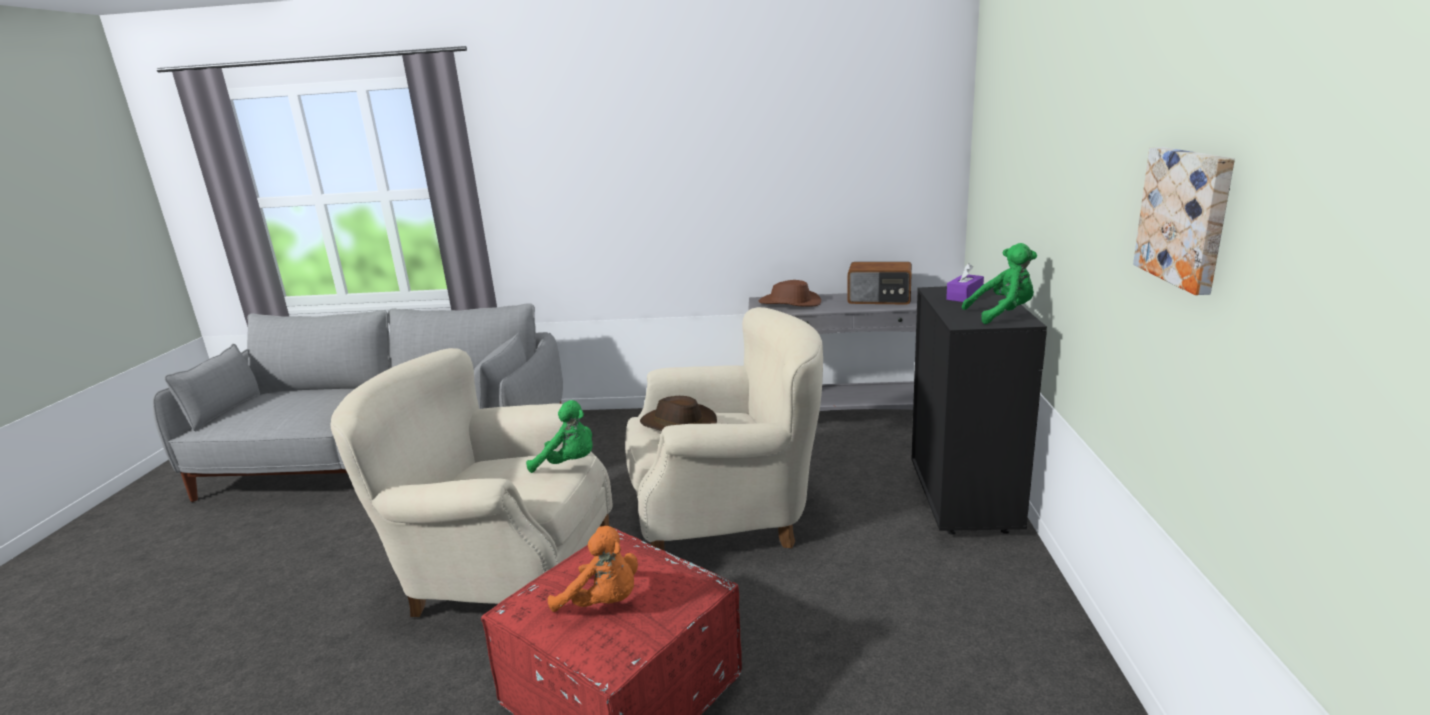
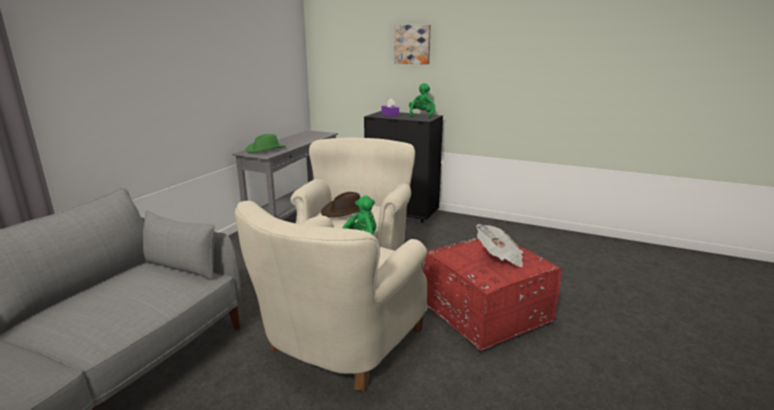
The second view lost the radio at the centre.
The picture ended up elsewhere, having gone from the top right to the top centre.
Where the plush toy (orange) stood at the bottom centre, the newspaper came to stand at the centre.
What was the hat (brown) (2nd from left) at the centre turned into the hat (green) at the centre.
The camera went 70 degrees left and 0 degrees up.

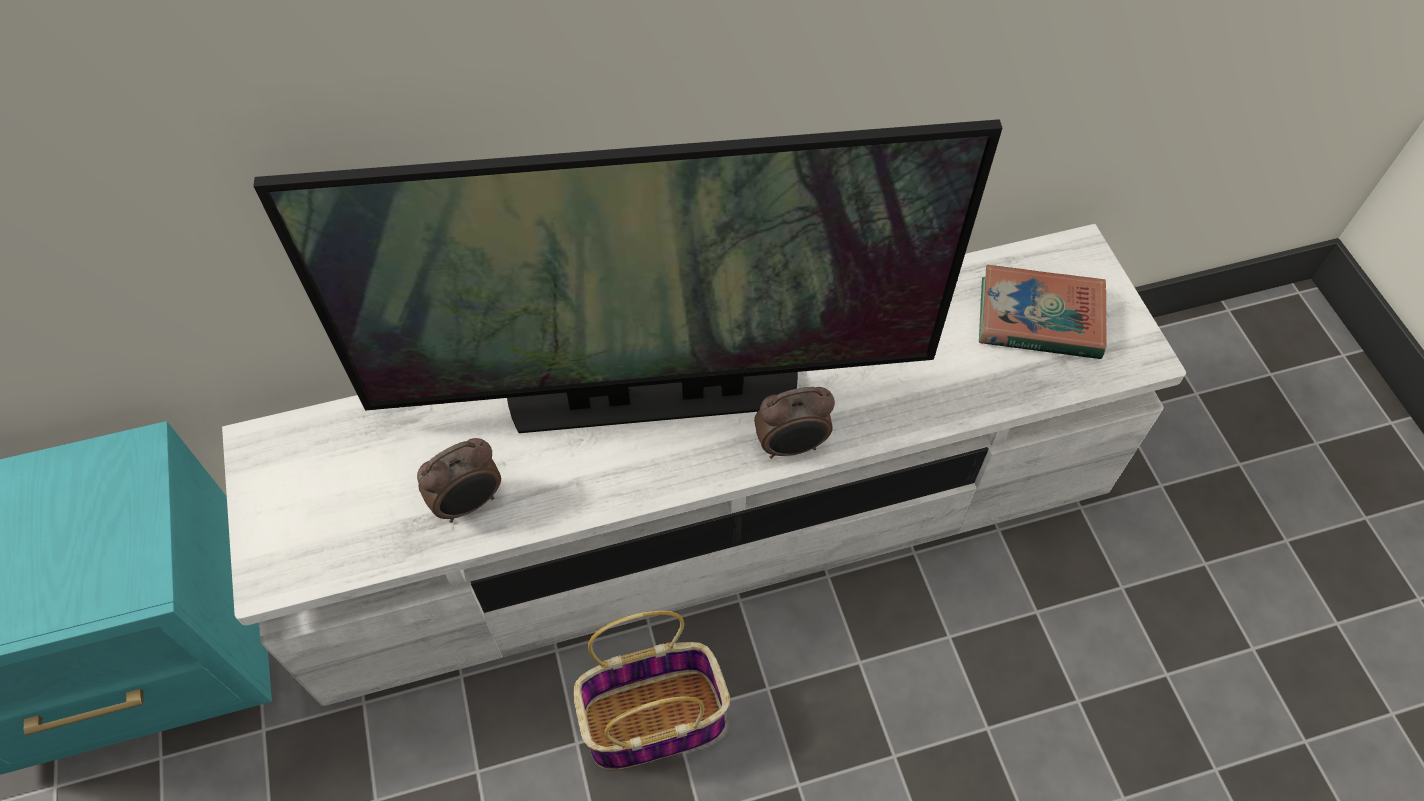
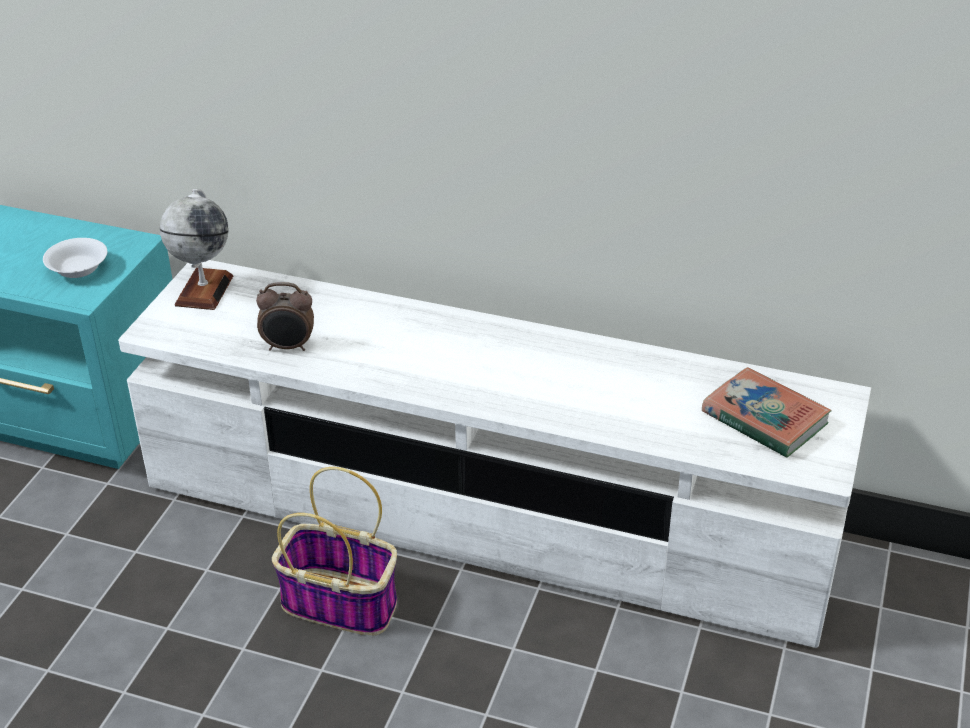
The second view lost the television at the centre.
The second view lost the alarm clock (2nd from left) at the centre.
The second view gained the bowl (white) at the middle left.
The second view gained the globe at the middle left.
The camera went 35 degrees right and 20 degrees down.

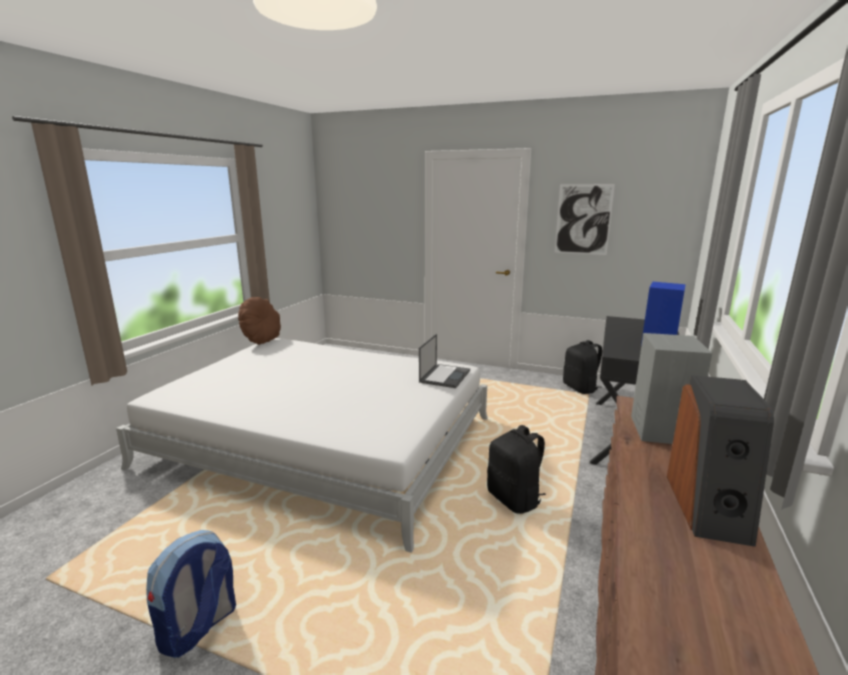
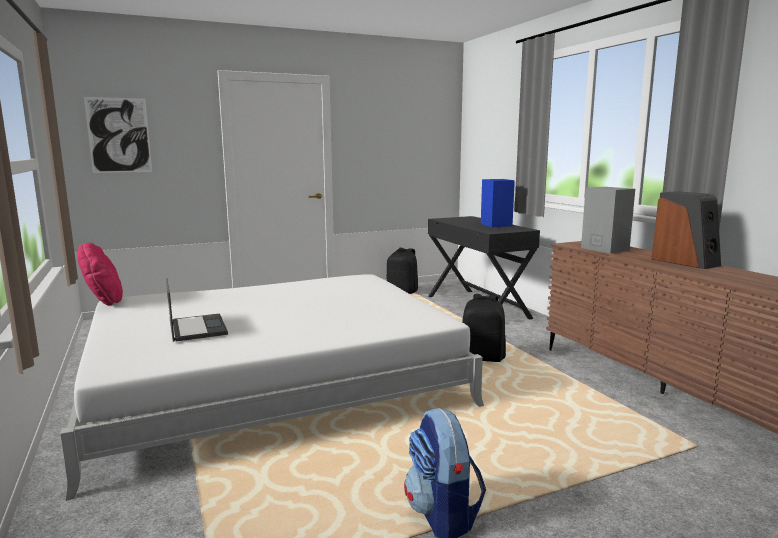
The laptop ended up elsewhere, having gone from the centre to the middle left.
The picture ended up elsewhere, having gone from the top right to the top left.
What was the pillow (brown) at the middle left turned into the pillow (pink) at the middle left.
The camera went 45 degrees left and 5 degrees down.

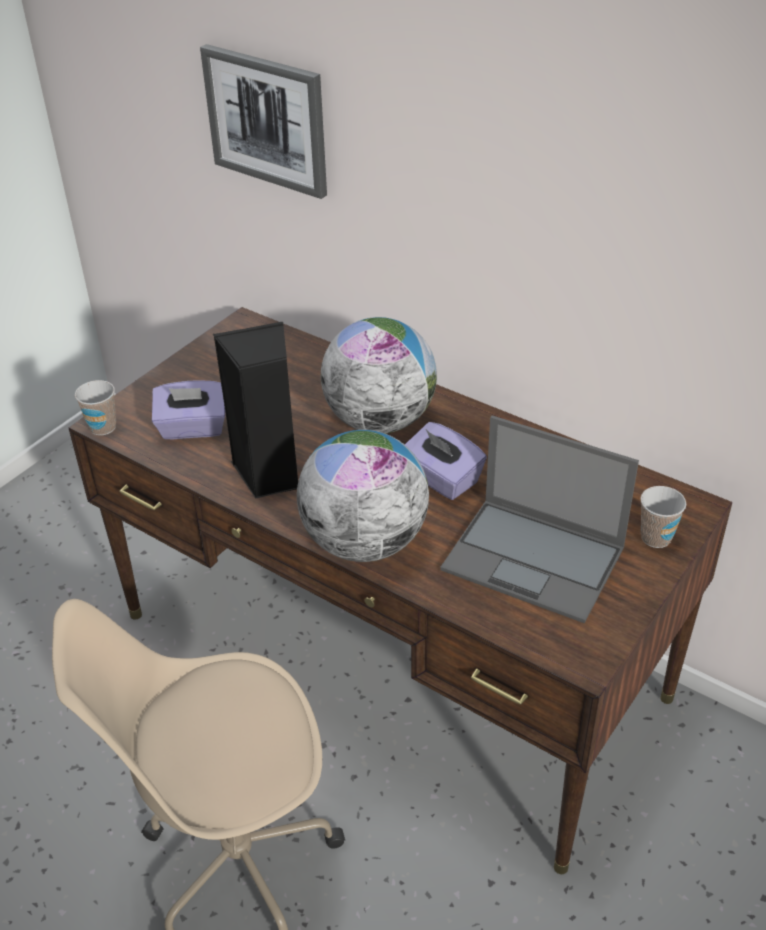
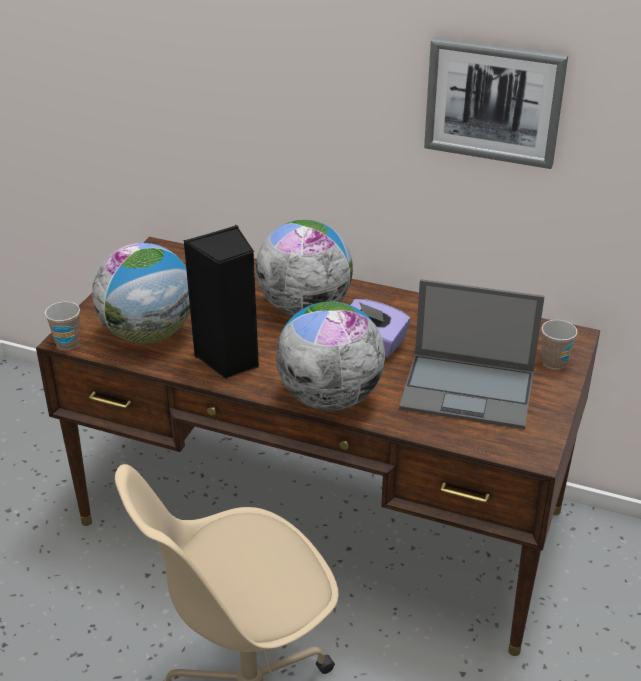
The picture ended up elsewhere, having gone from the top centre to the top right.
Where the tissue box (purple) (1st from left) stood at the middle left, the globe (1st from left) came to stand at the middle left.
The camera went 15 degrees left and 5 degrees down.

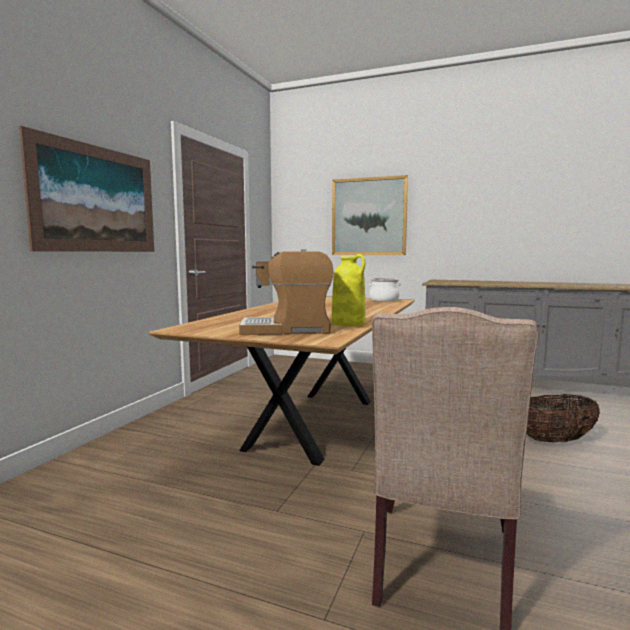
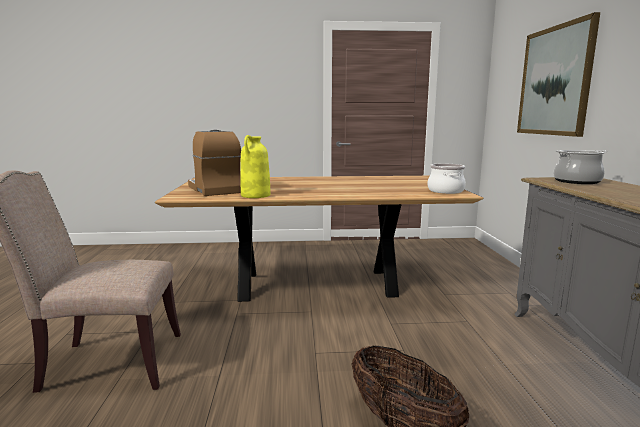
The second view lost the picture (1st from left) at the top left.
The second view gained the cooking pot (2nd from left) at the middle right.
The camera went 65 degrees right and 5 degrees up.

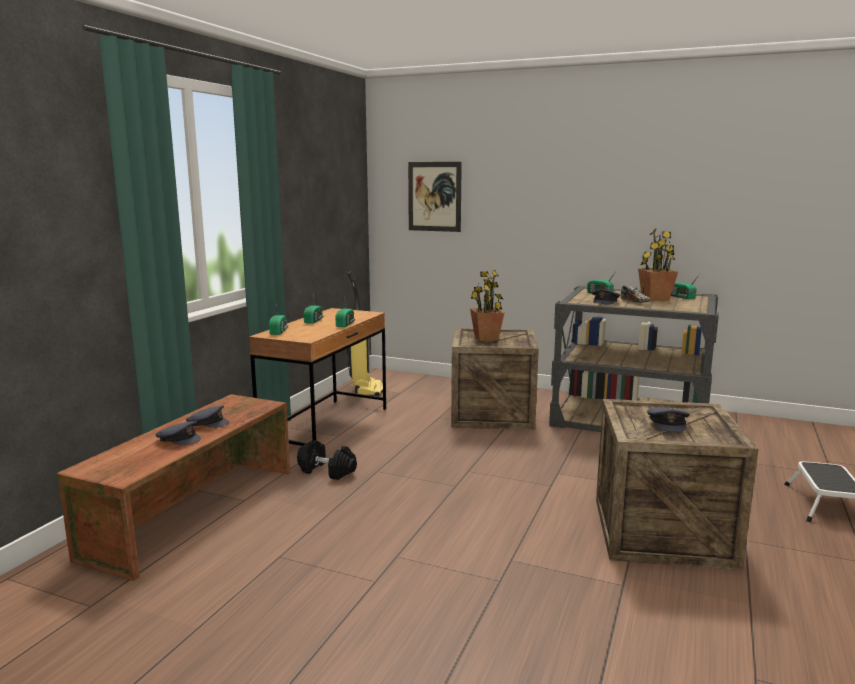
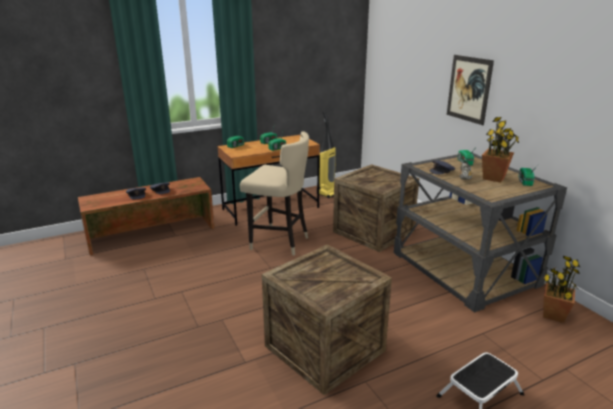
The second view lost the dumbbell (black) at the bottom centre.
The second view lost the cap (grey) (4th from left) at the middle right.
The second view gained the stool (beige) at the centre.
The picture ended up elsewhere, having gone from the top centre to the top right.
The potted plant (1st from left in the first image) ended up elsewhere, having gone from the centre to the bottom right.
The camera went 40 degrees right and 10 degrees up.

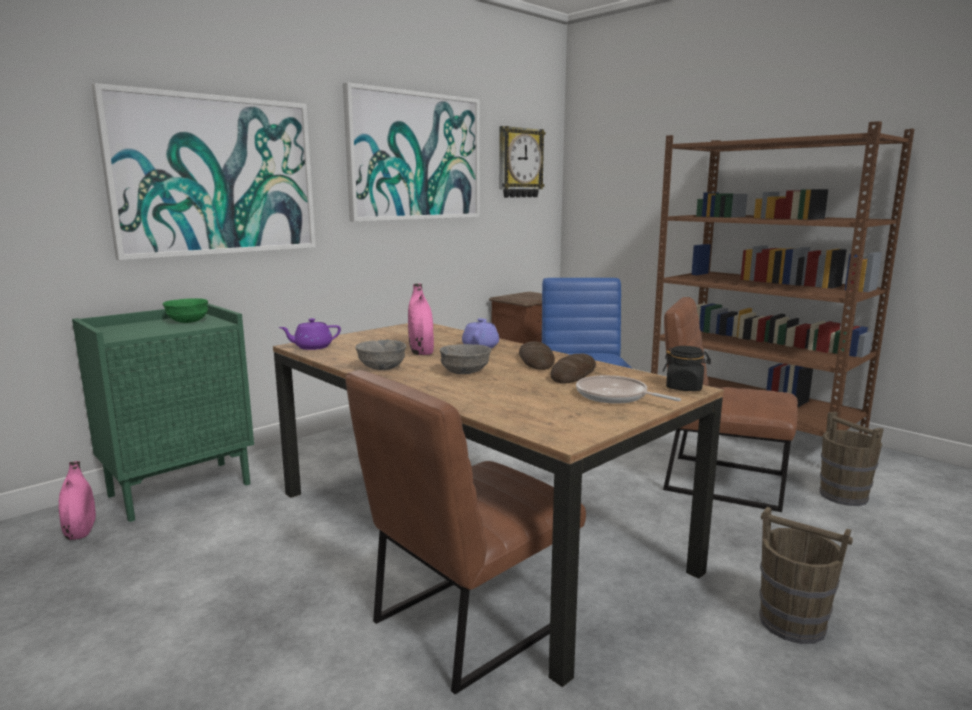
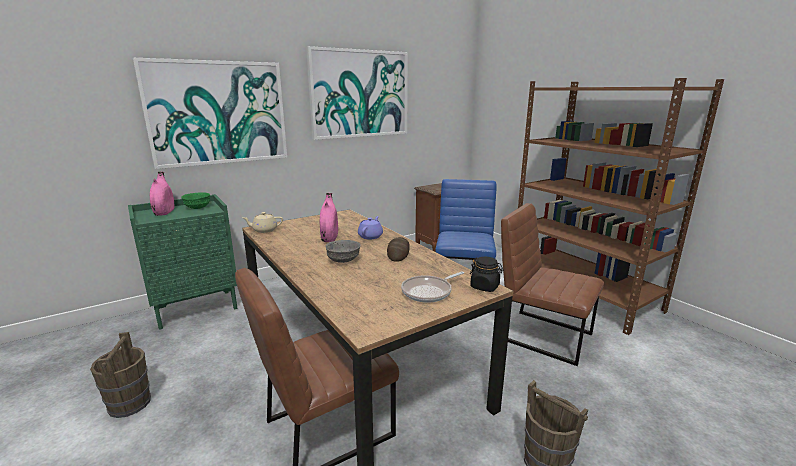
The second view lost the bowl (grey) (1st from left) at the centre.
The second view lost the wall clock at the top centre.
The second view lost the bread (2nd from left) at the centre.
The vase (pink) (1st from left) ended up elsewhere, having gone from the bottom left to the middle left.
The bucket (brown) (2nd from left in the first image) ended up elsewhere, having gone from the middle right to the bottom left.
What was the teapot (purple) (1st from left) at the middle left turned into the teapot (beige) at the middle left.
The frying pan at the centre ended up facing another way, 90 degrees counterclockwise from before.
The camera went 10 degrees right and 5 degrees up.

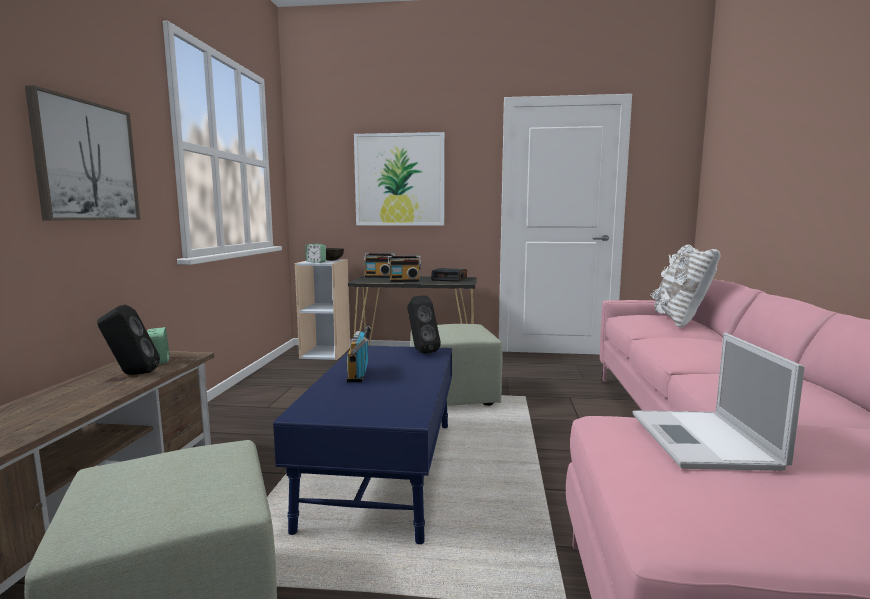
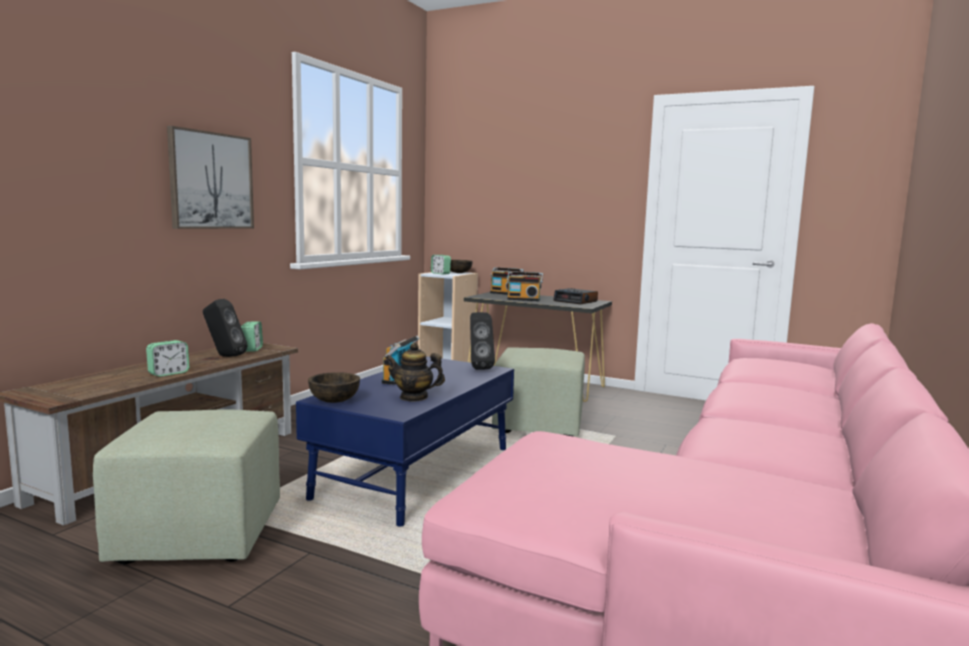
The second view lost the picture (2nd from left) at the top centre.
The second view lost the laptop at the bottom right.
The second view lost the pillow (white) at the middle right.
The second view gained the alarm clock (1st from left) at the middle left.
The second view gained the bowl (brown) (1st from left) at the centre.
The second view gained the teapot at the centre.
The camera went 20 degrees right and 0 degrees up.

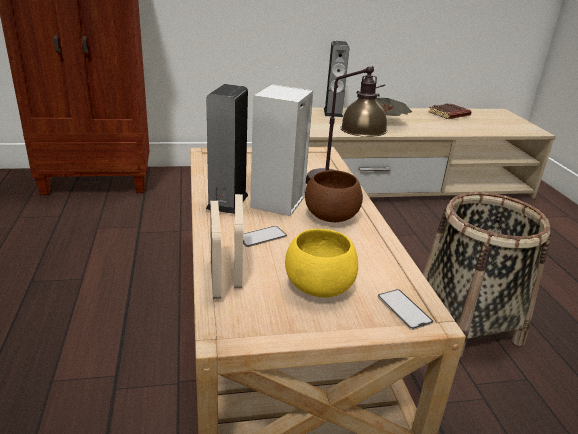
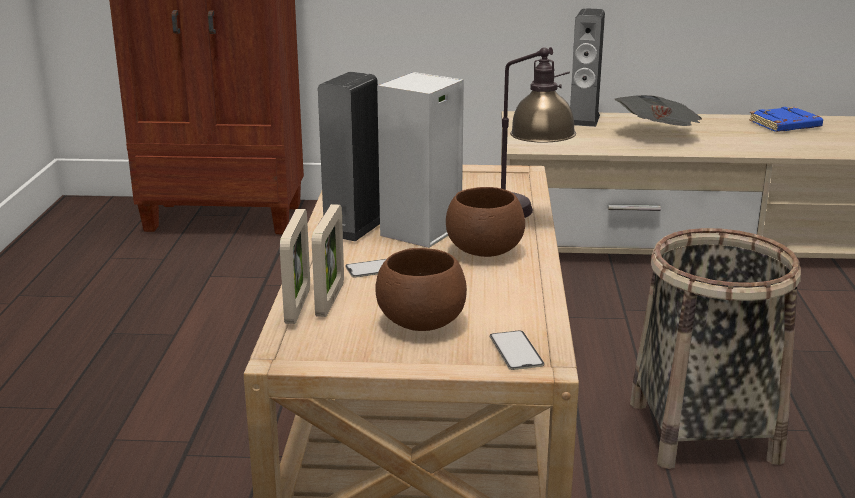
What was the bowl (yellow) at the centre turned into the bowl (brown) (1st from left) at the centre.
What was the book (brown) at the top right turned into the book (blue) at the top right.
The camera went 15 degrees right and 5 degrees down.

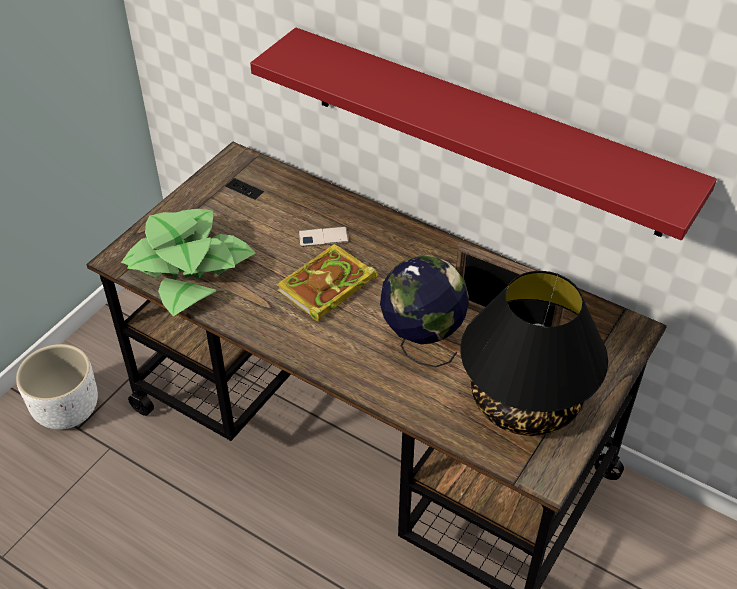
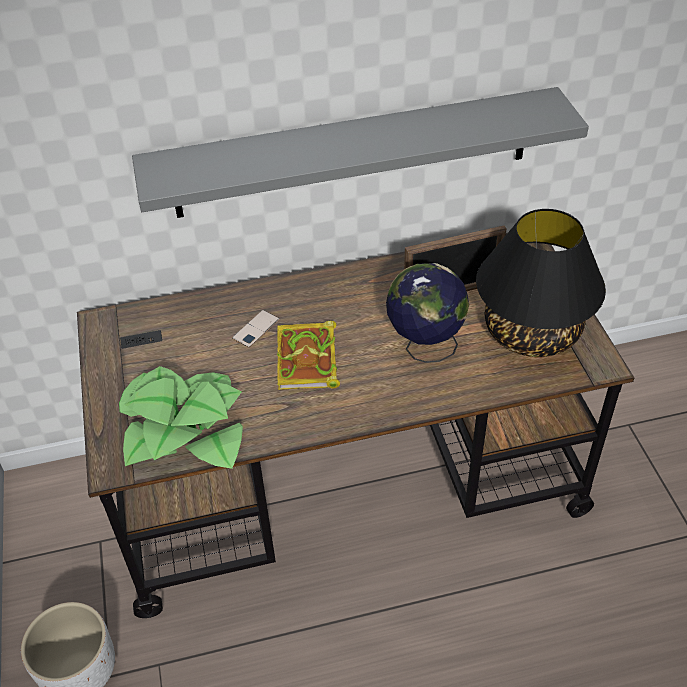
What was the shelf (red) at the top centre turned into the shelf (grey) at the top centre.
The camera went 45 degrees left and 0 degrees up.

